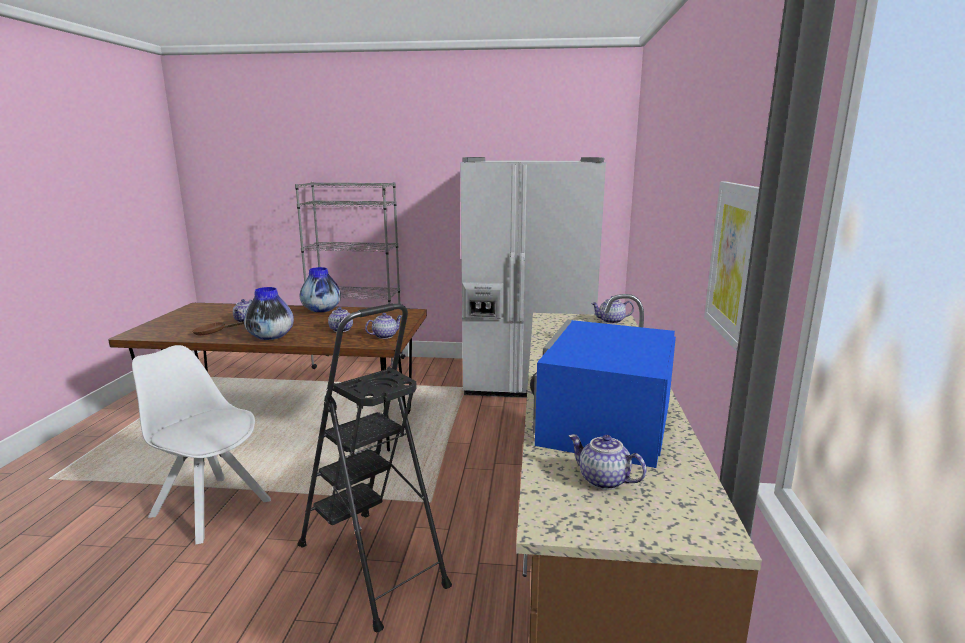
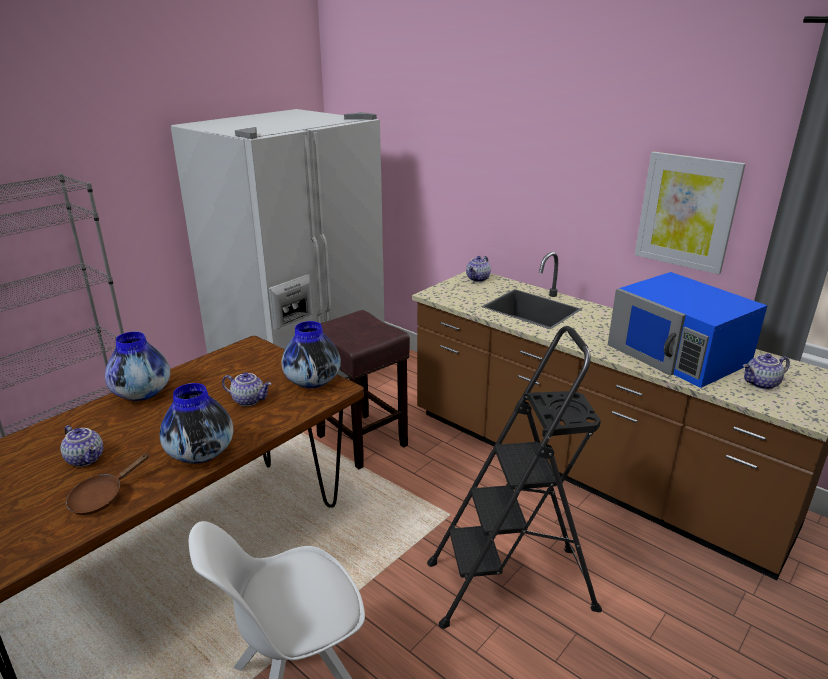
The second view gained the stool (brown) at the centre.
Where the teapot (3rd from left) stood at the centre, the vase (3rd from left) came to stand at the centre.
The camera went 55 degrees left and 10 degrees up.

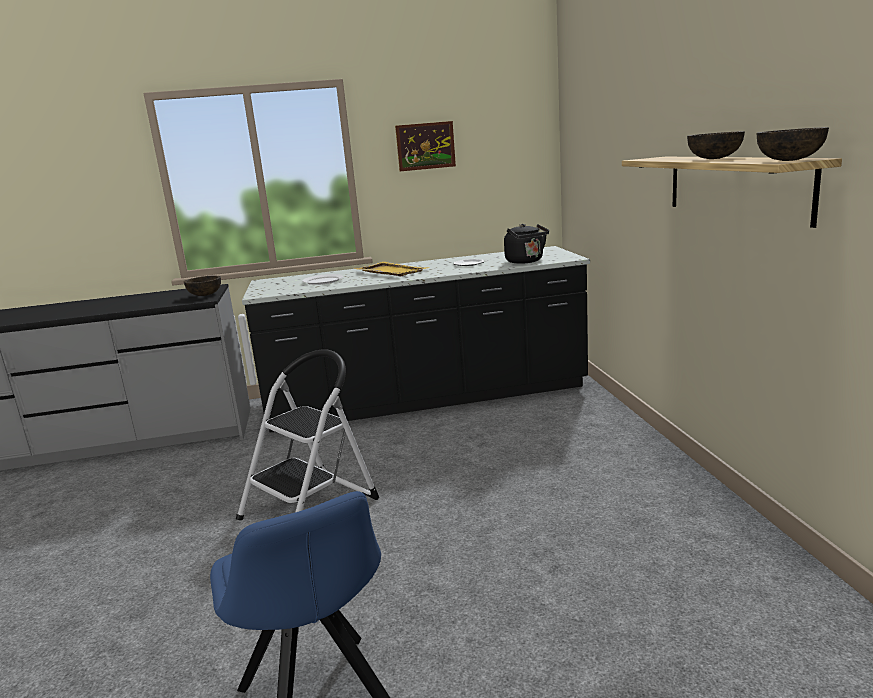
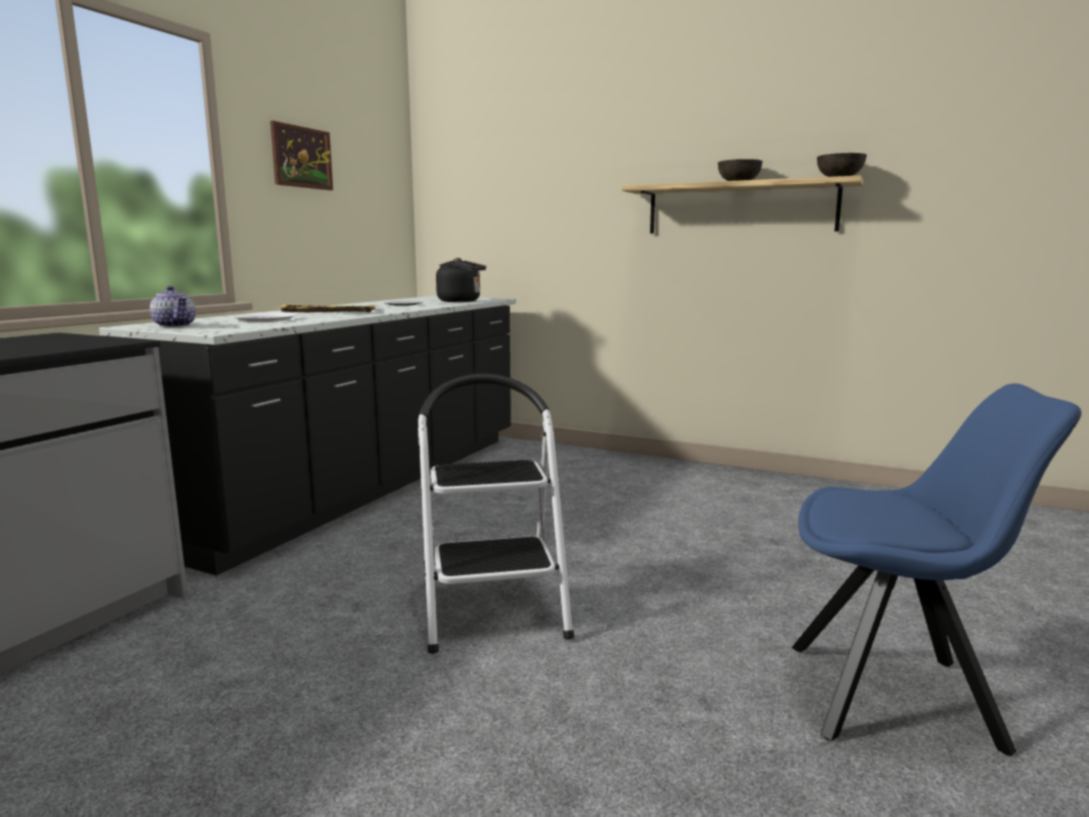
The second view lost the bowl (brown) (1st from left) at the middle left.
The second view gained the teapot at the middle left.
The camera went 55 degrees left and 5 degrees down.

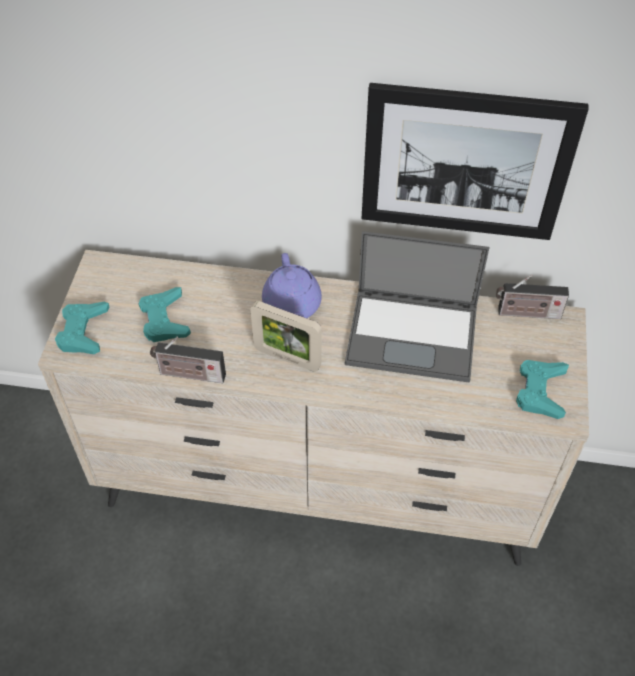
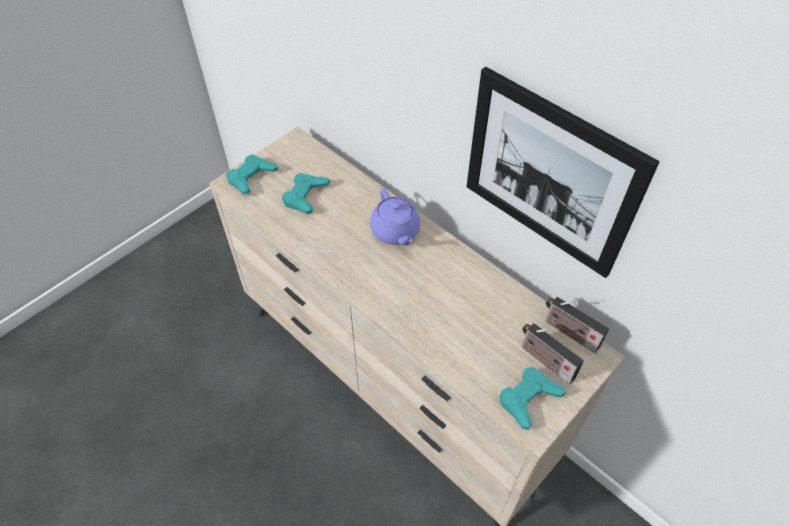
The second view lost the picture frame at the centre.
The second view lost the laptop at the centre.
The radio (1st from left) ended up elsewhere, having gone from the middle left to the bottom right.
The teapot (purple) at the centre ended up facing another way, 45 degrees counterclockwise from before.
The camera went 35 degrees right and 0 degrees up.

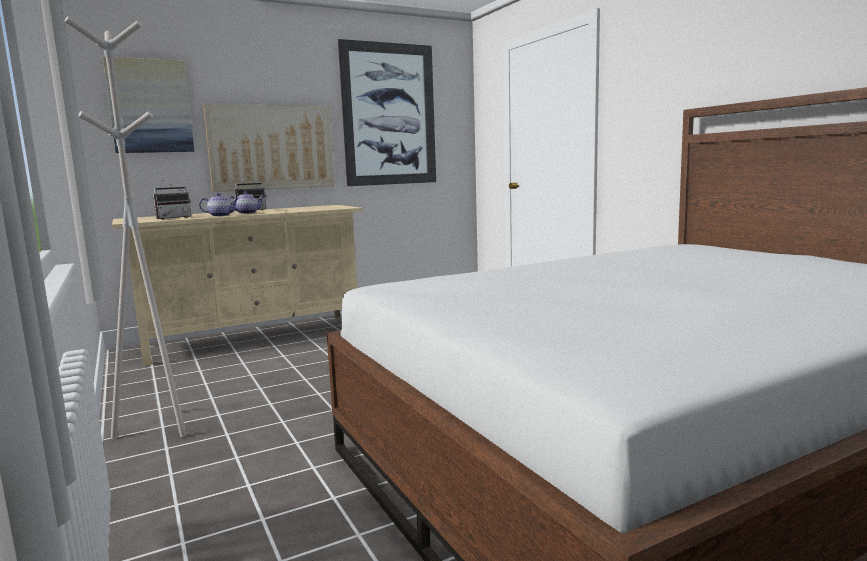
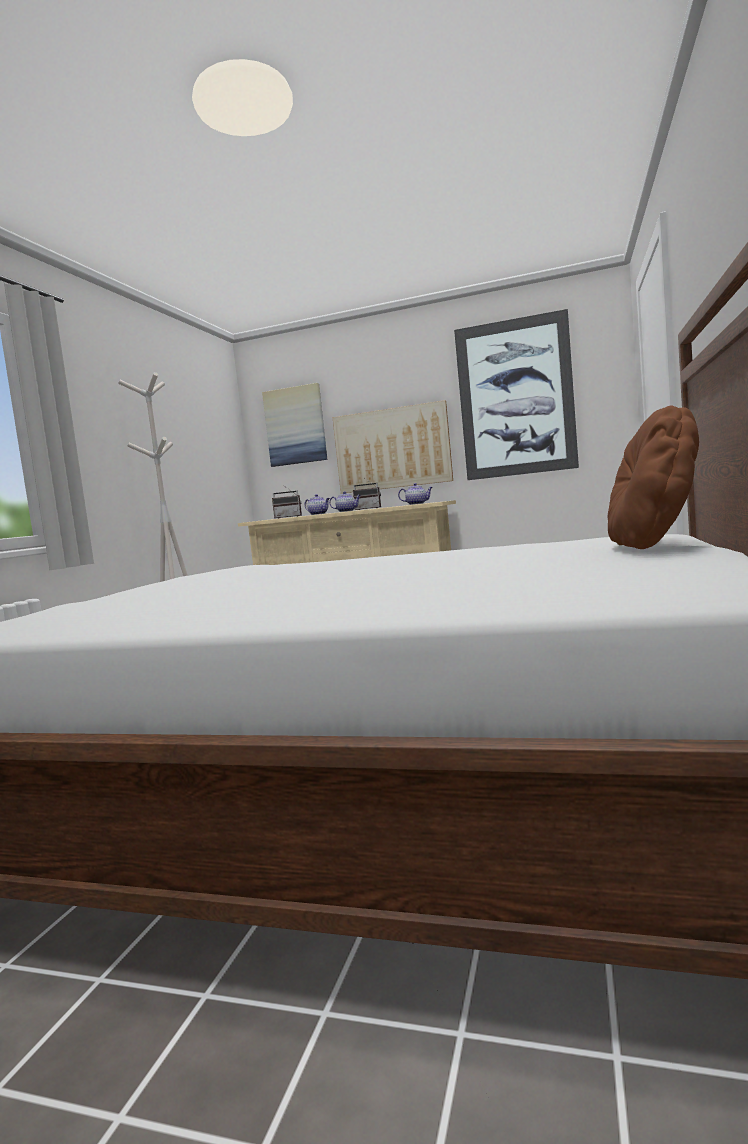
The second view gained the teapot (3rd from left) at the centre.
The second view gained the pillow (brown) at the middle right.
The camera went 45 degrees right and 5 degrees down.

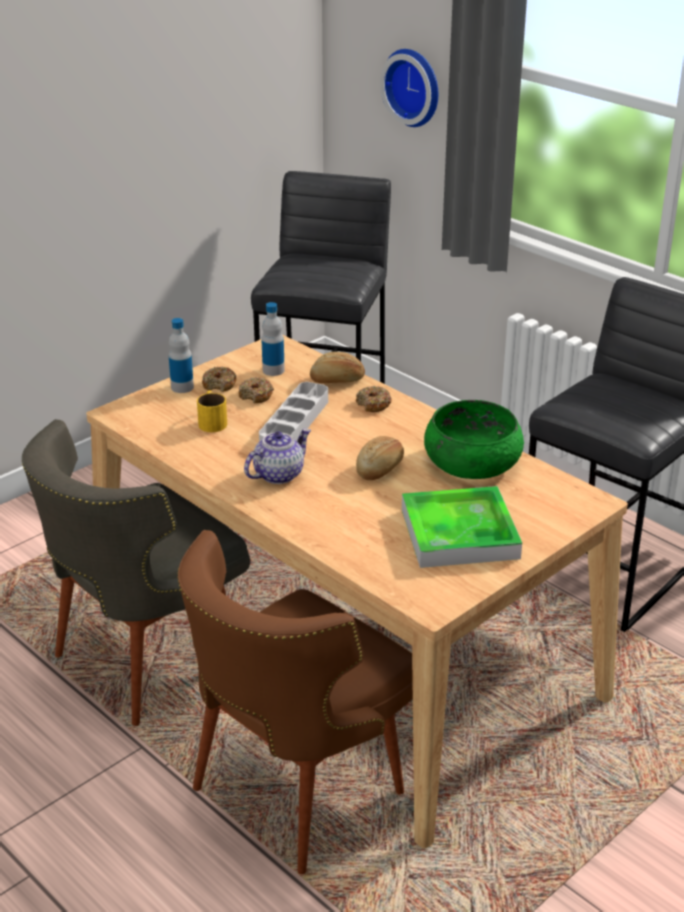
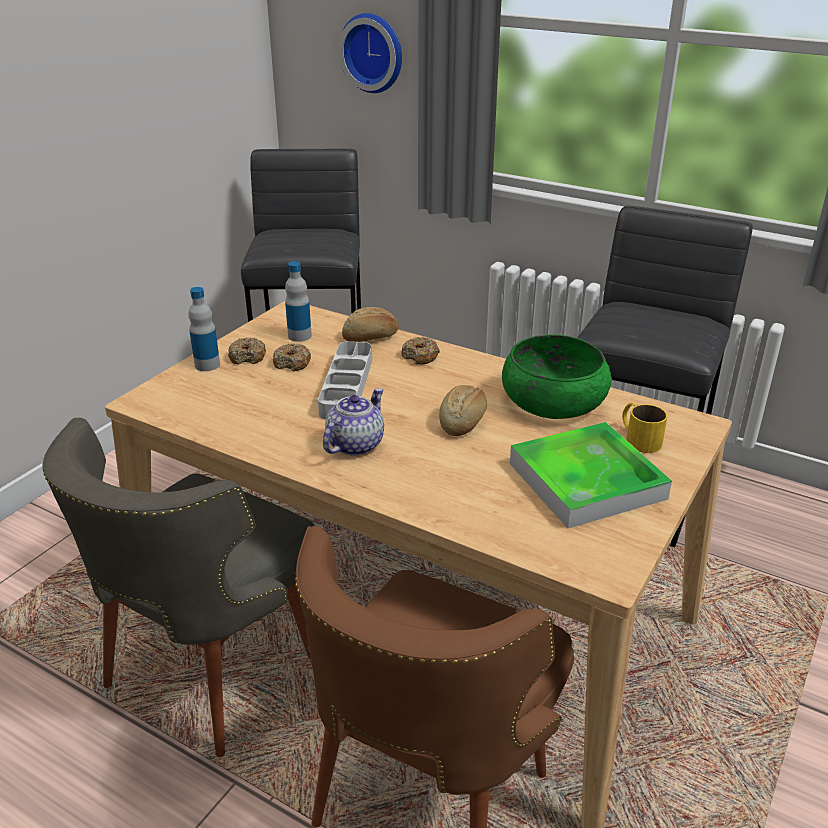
The mug (yellow) ended up elsewhere, having gone from the middle left to the middle right.
The camera went 15 degrees left and 0 degrees up.

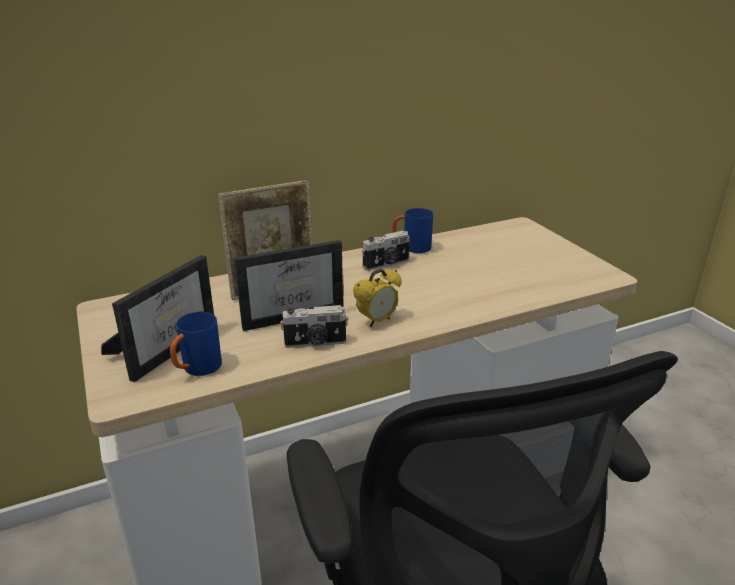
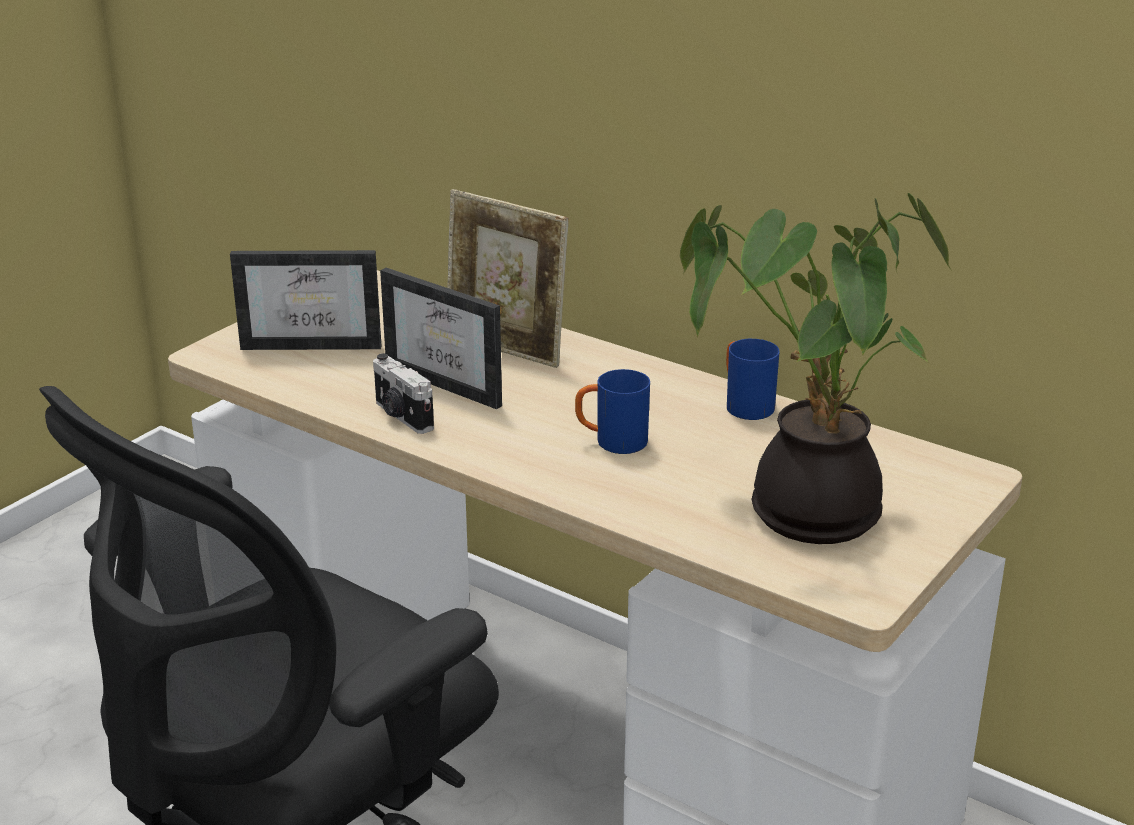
The second view lost the alarm clock at the centre.
The second view lost the photo camera (2nd from left) at the centre.
The second view gained the potted plant at the middle right.
The mug (blue) (1st from left) ended up elsewhere, having gone from the middle left to the centre.
The camera went 60 degrees right and 0 degrees up.

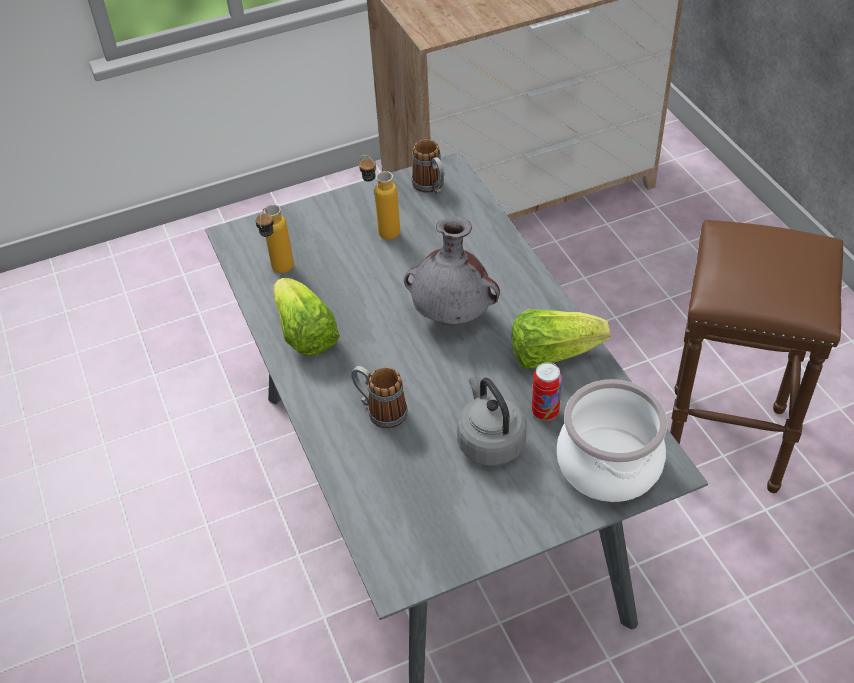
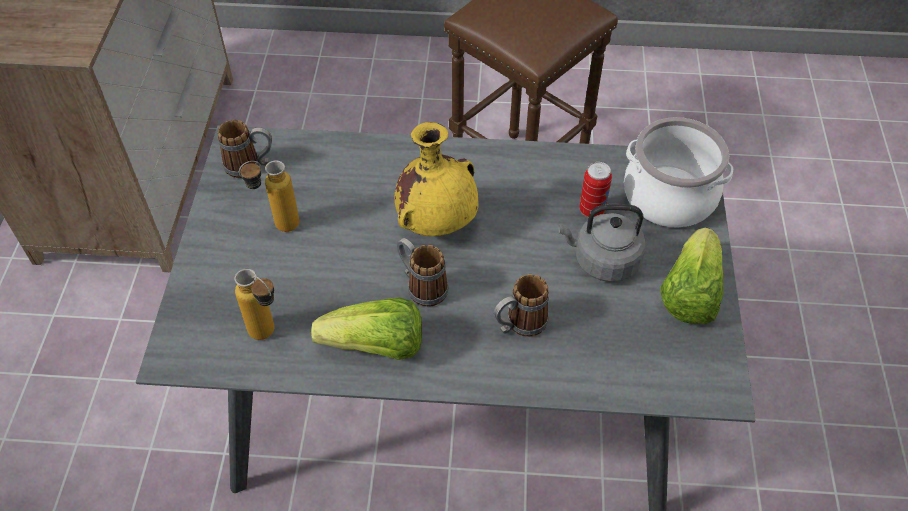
The second view gained the mug (2nd from left) at the centre.
The lettuce (2nd from left) ended up elsewhere, having gone from the centre to the middle right.
What was the vase (grey) at the centre turned into the vase (yellow) at the centre.
The camera went 65 degrees left and 5 degrees up.

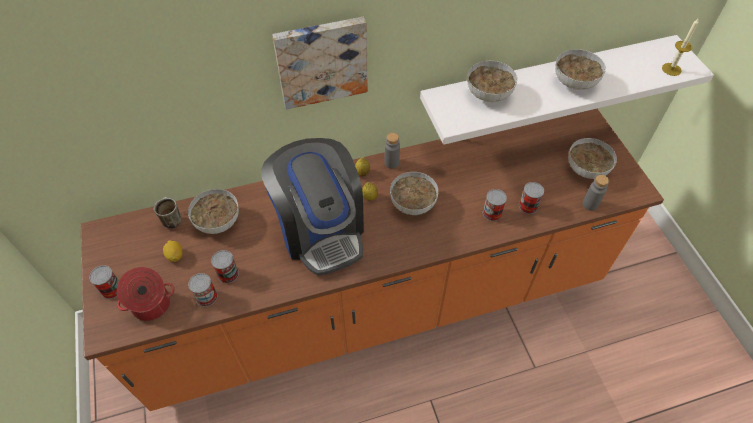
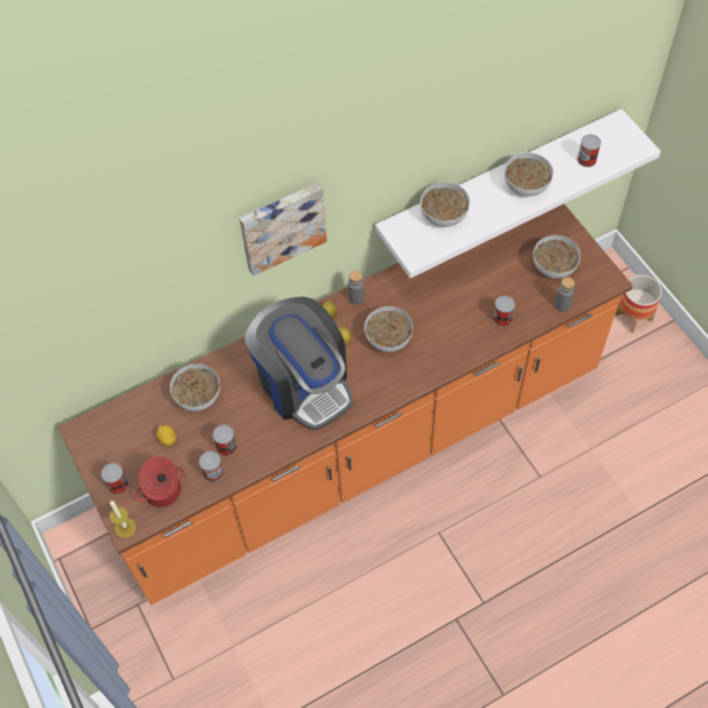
The second view lost the mug at the middle left.
The second view gained the planter at the middle right.
The can (4th from left in the first image) ended up elsewhere, having gone from the centre to the top right.
The candle ended up elsewhere, having gone from the top right to the bottom left.
The camera went 10 degrees left and 5 degrees up.

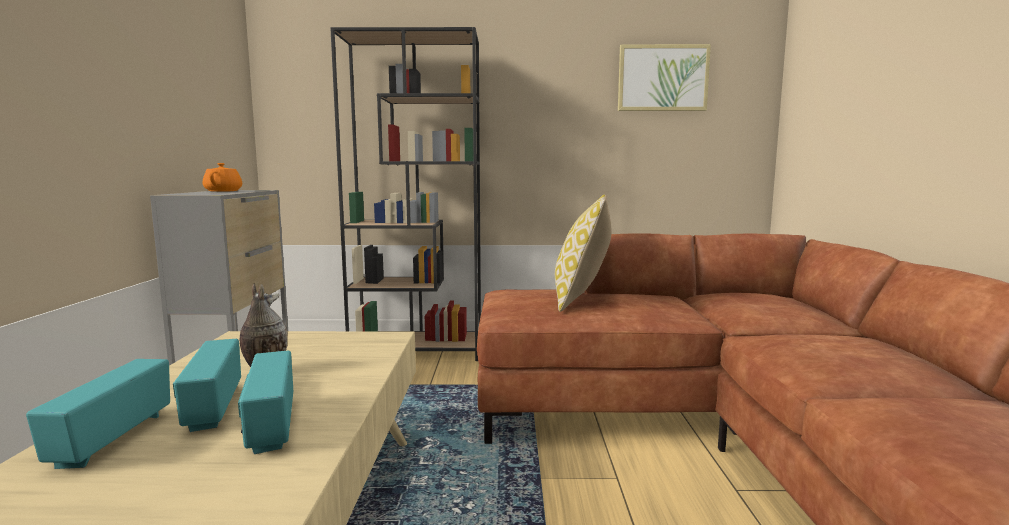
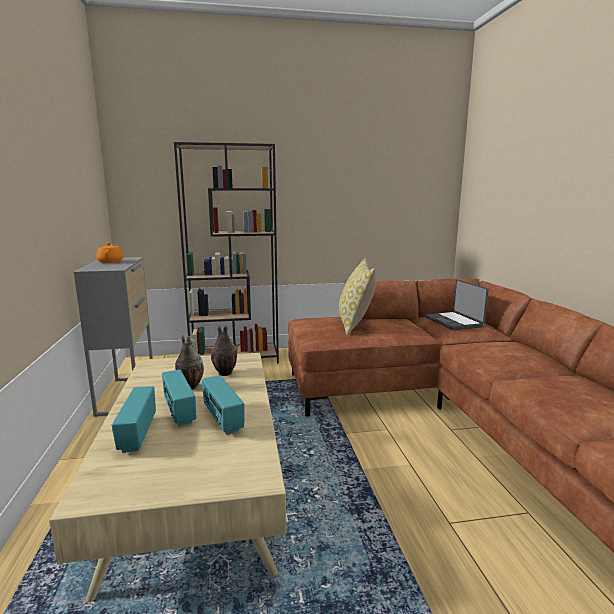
The second view lost the picture at the top centre.
The second view gained the vase (2nd from left) at the centre.
The second view gained the laptop at the middle right.
The camera went 10 degrees left and 5 degrees up.

